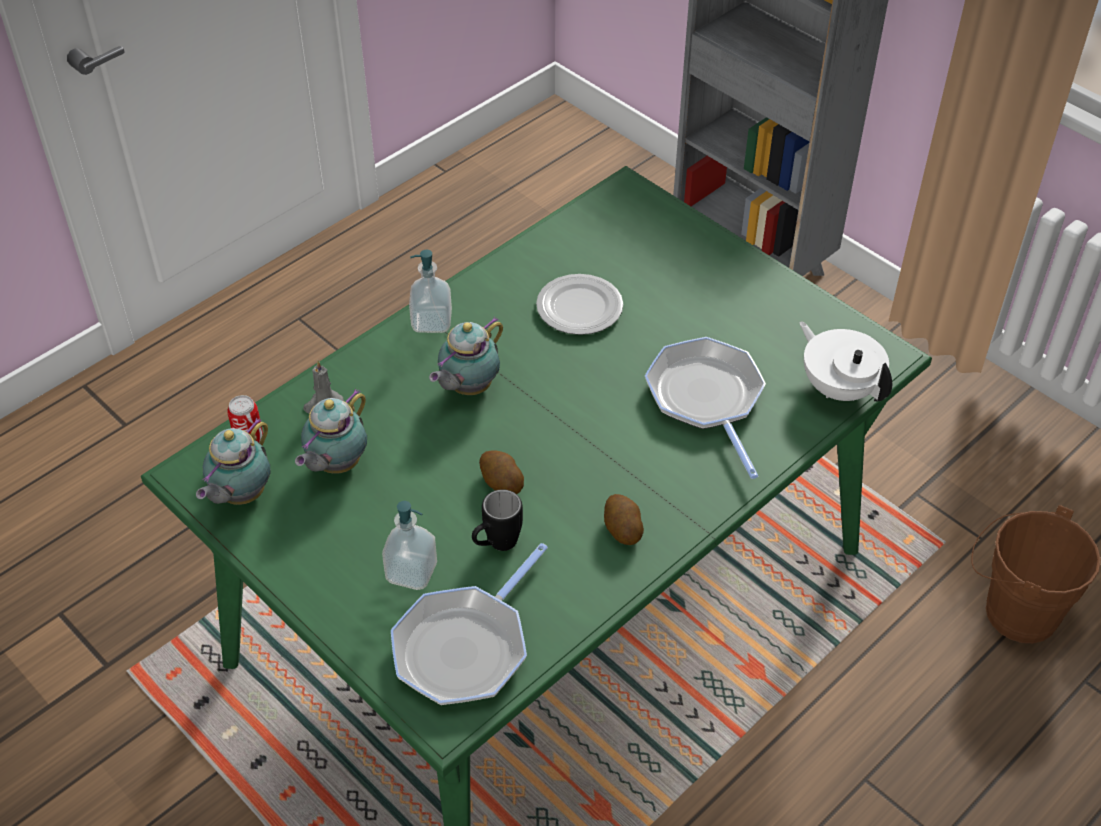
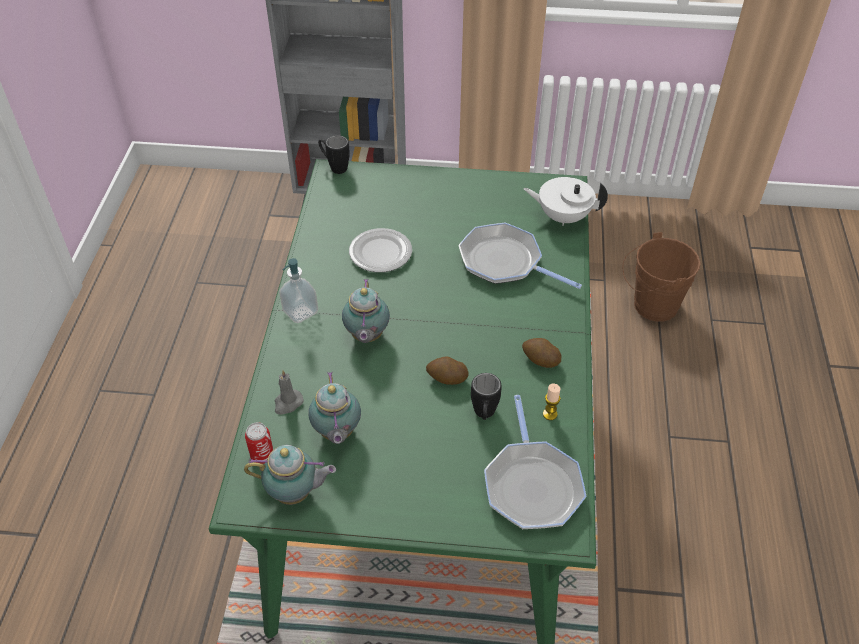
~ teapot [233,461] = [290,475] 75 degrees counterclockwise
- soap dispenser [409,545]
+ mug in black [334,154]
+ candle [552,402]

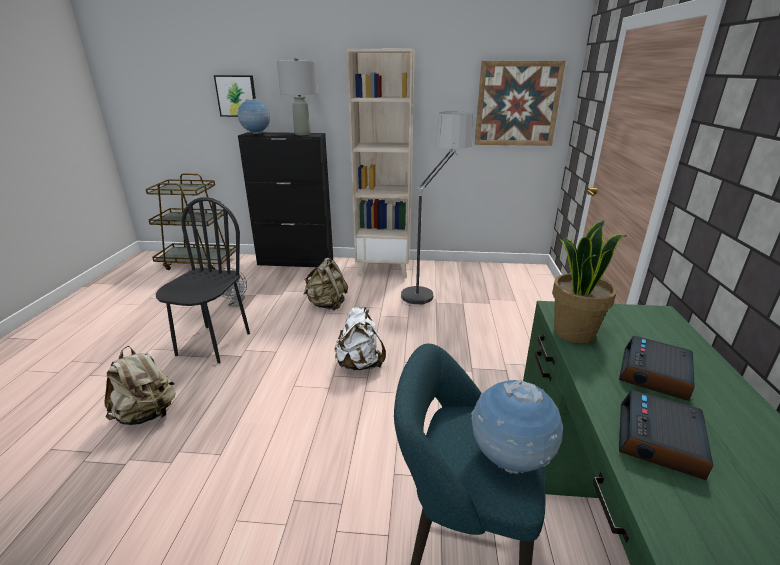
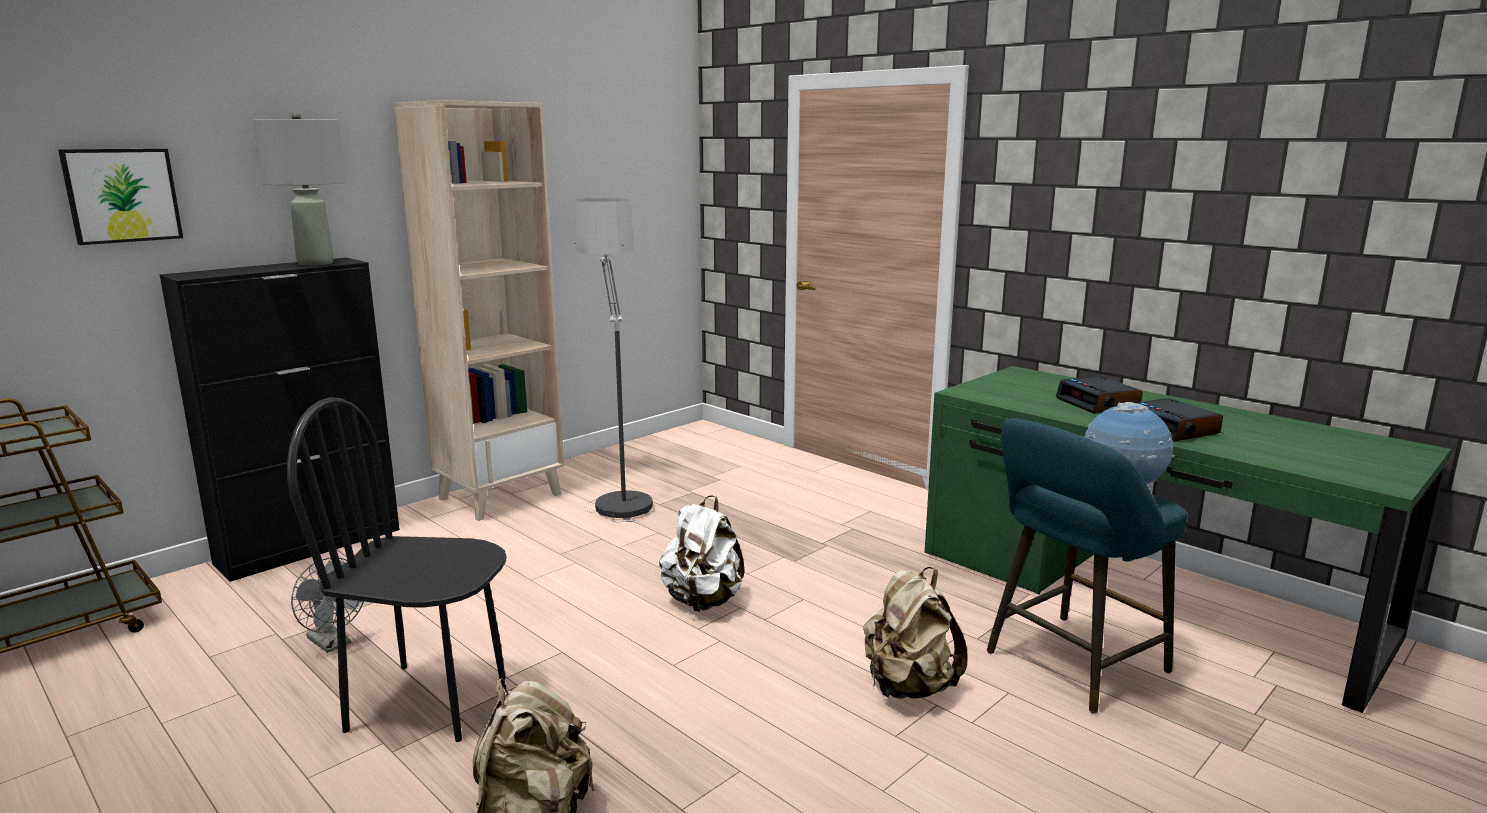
~ chair in black [203,280] = [397,569] 45 degrees counterclockwise
- globe [254,116]
~ backpack in beige [326,284] to [915,633]
- picture [520,103]
- potted plant [589,282]

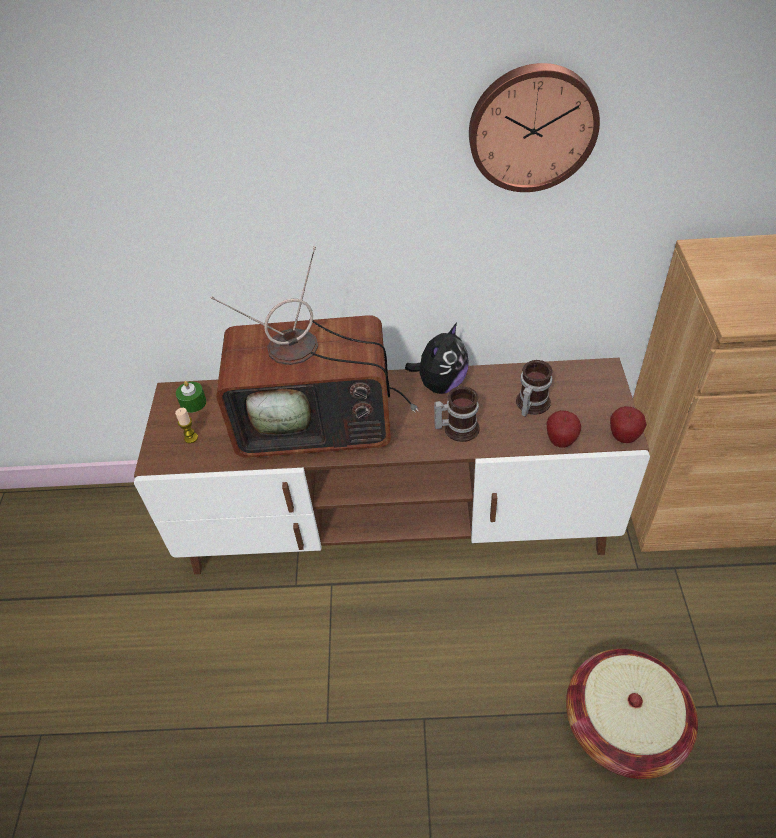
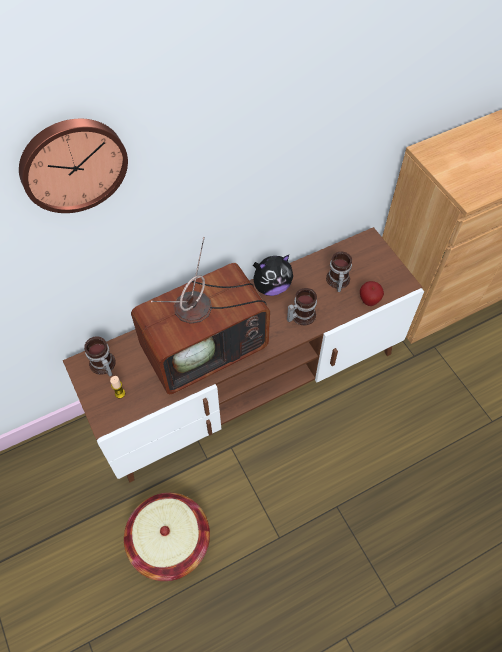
~ candle in green [191,397] to mug [100,356]
~ plush toy [437,358] = [273,275] 60 degrees clockwise
~ wall clock [534,127] to [73,166]
~ basket [632,714] to [167,537]
- apple [628,424]

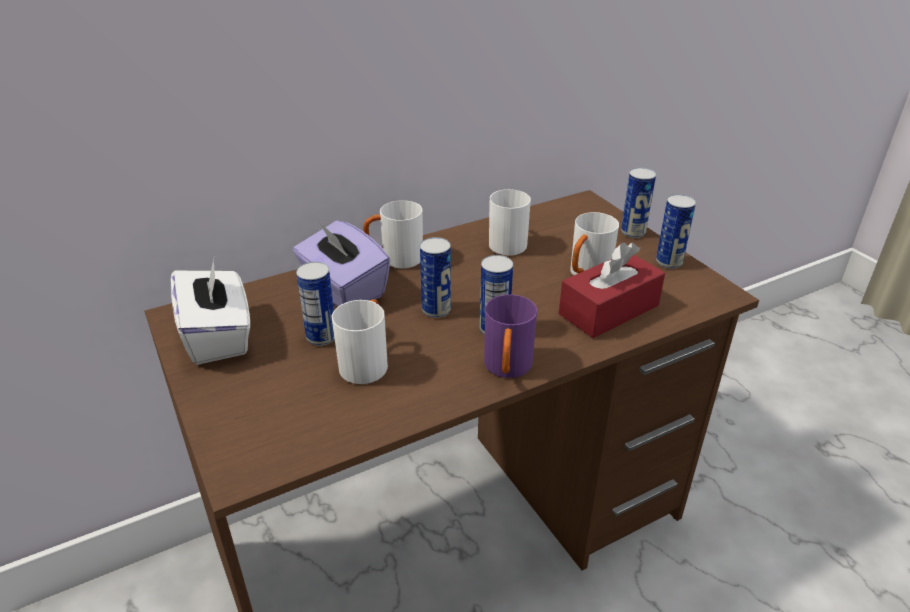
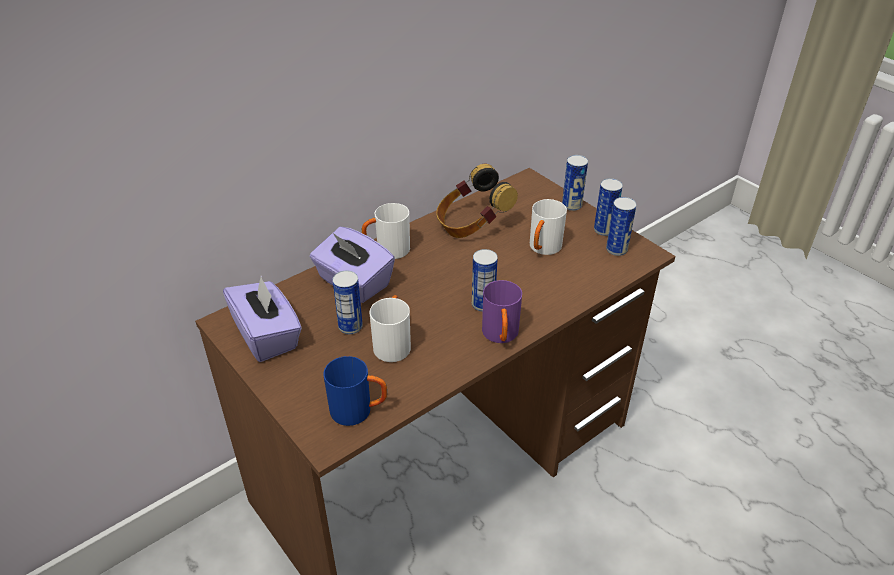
~ tissue box in white [210,312] to tissue box in purple [262,319]
~ can [435,277] to [621,226]
~ mug in white [510,222] to headphones [477,201]
- tissue box in red [612,290]
+ mug in blue [355,391]

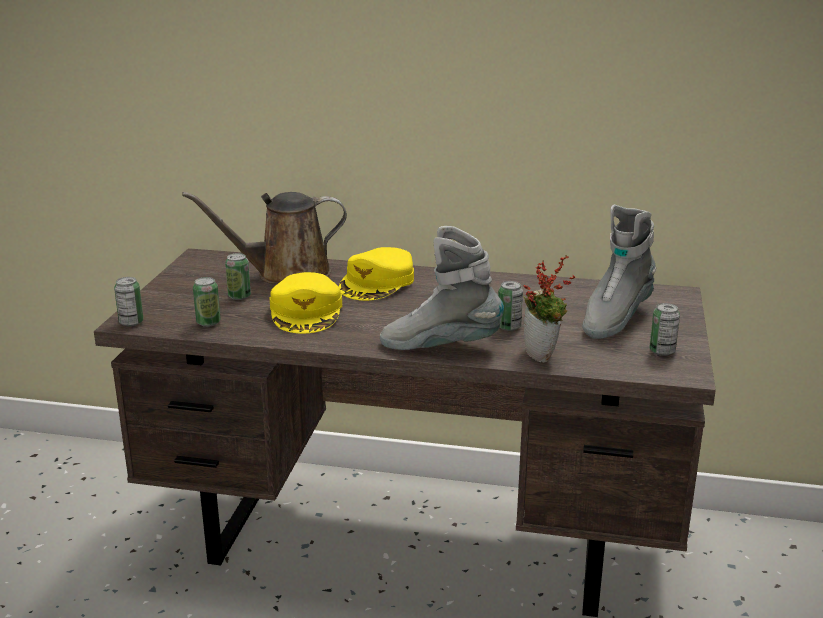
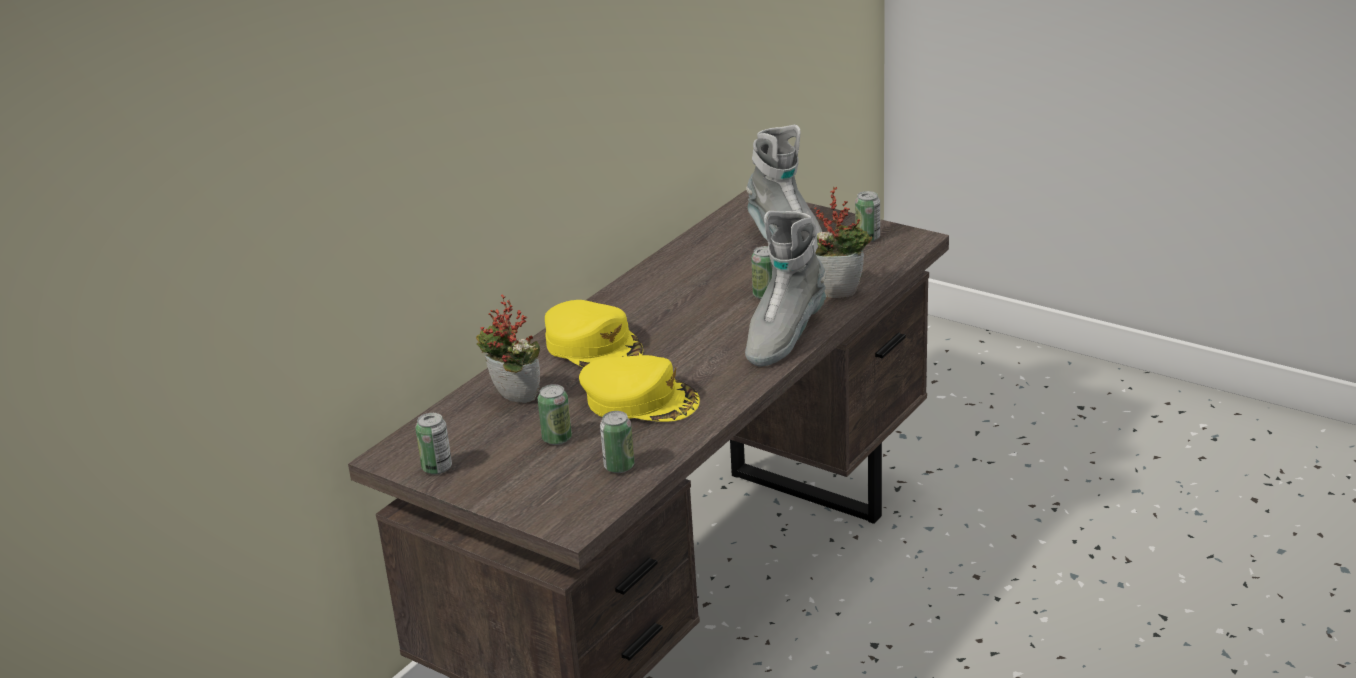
~ can [129,302] to [433,444]
~ watering can in brown [264,238] to potted plant [508,348]

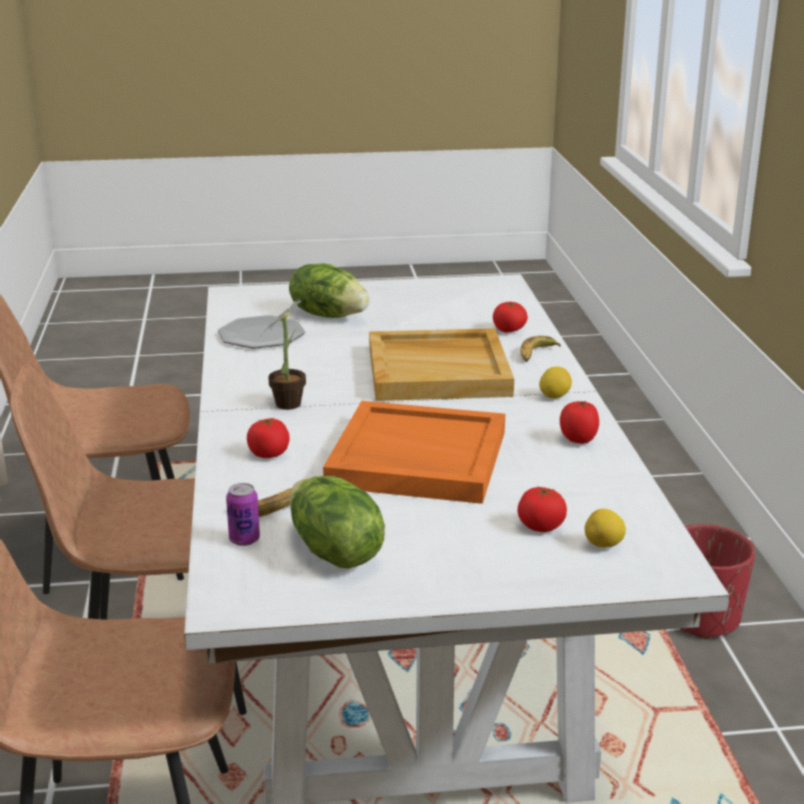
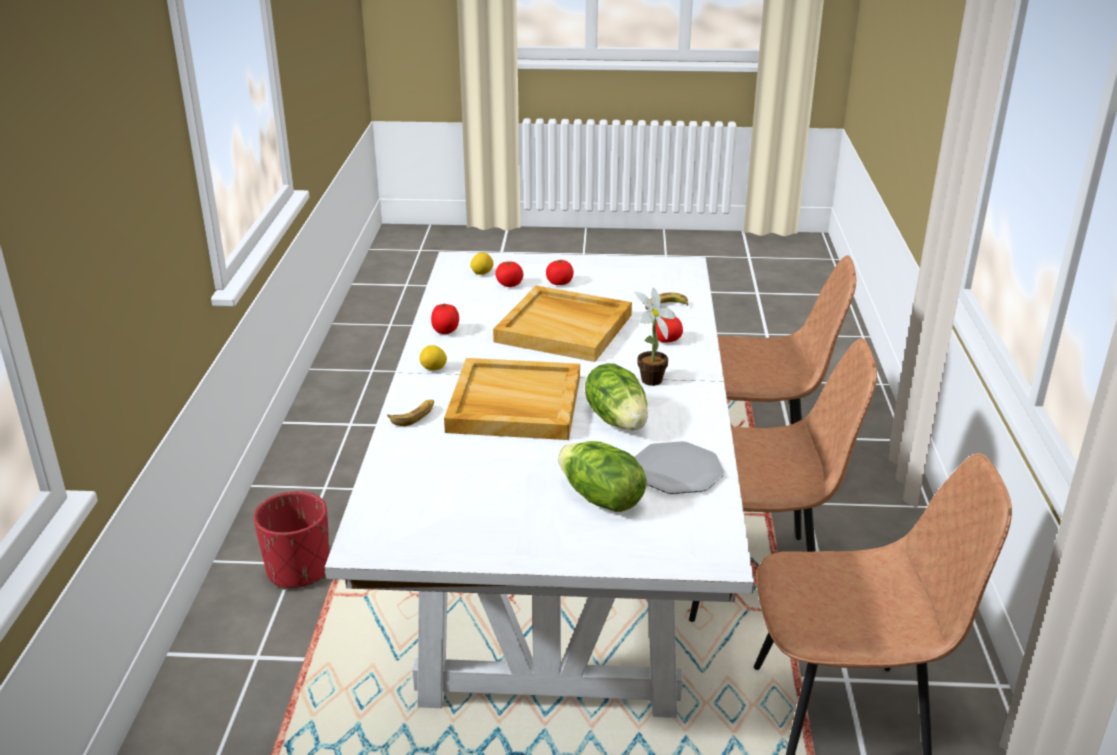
- can [243,514]
~ lettuce [337,522] to [616,396]
~ tray in orange [414,452] to tray in beige [562,324]
~ tomato [510,317] to [560,272]

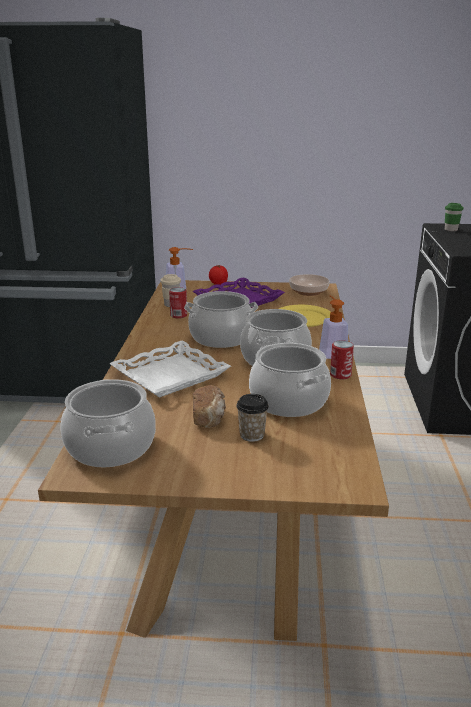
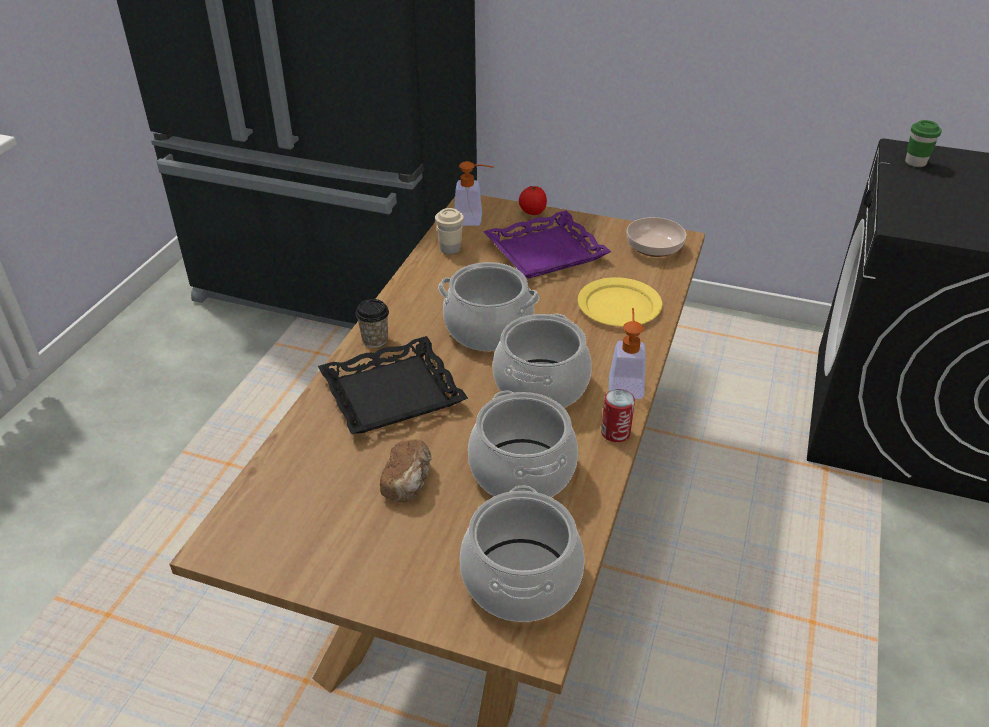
~ cooking pot [108,423] to [522,553]
~ tray in white [170,369] to tray in black [393,385]
- can [178,302]
~ cup [252,418] to [372,323]

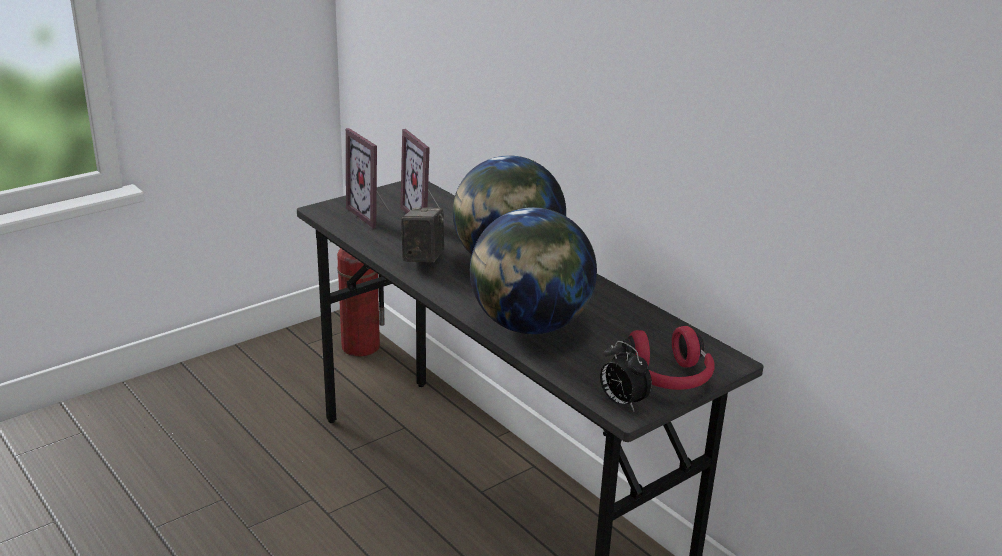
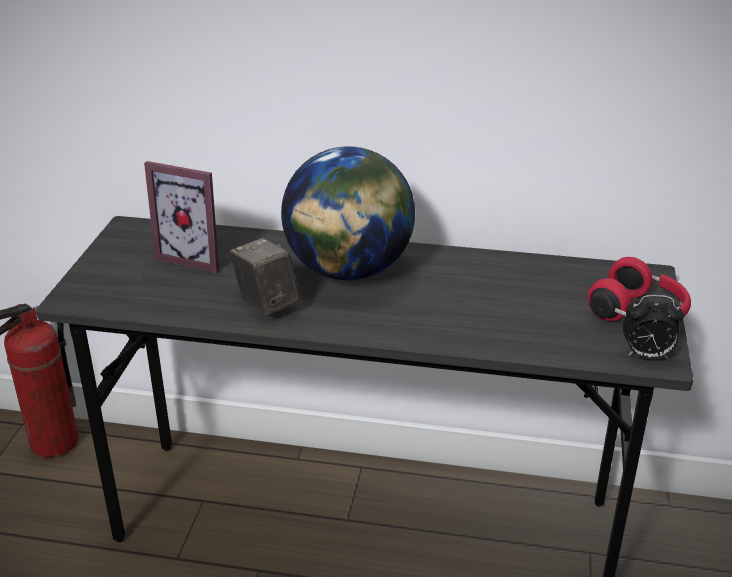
- picture frame [368,178]
- globe [533,270]

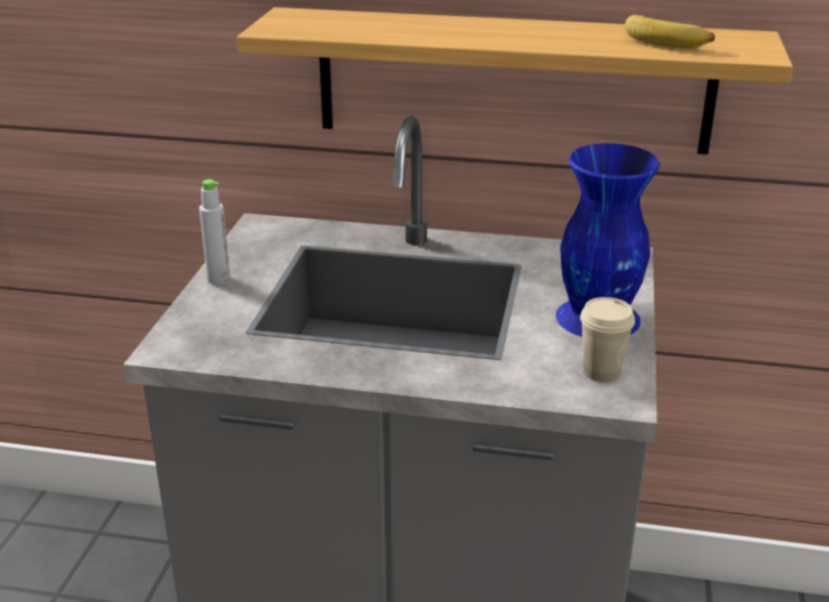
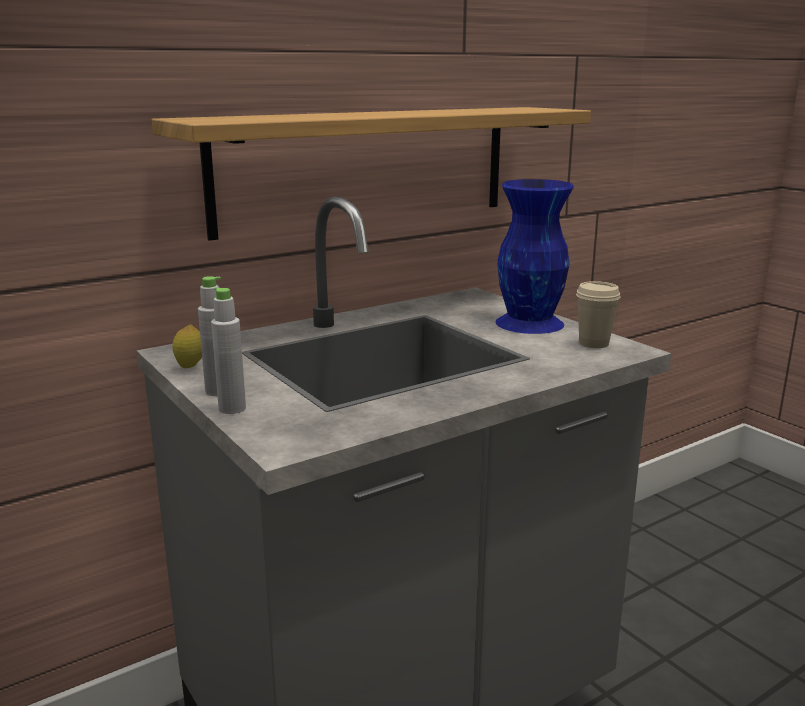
- banana [670,31]
+ lemon [187,346]
+ bottle in grey [228,350]

